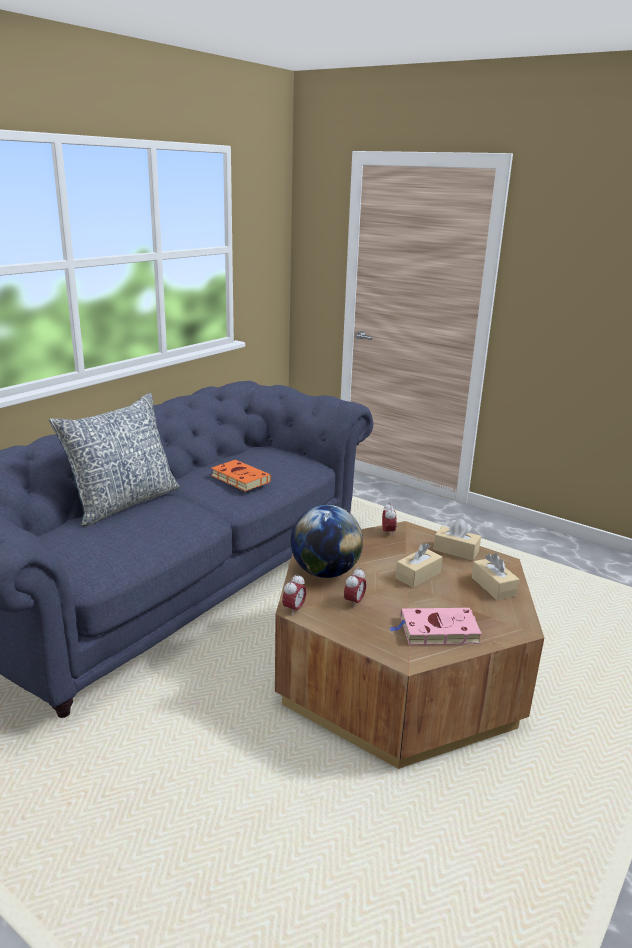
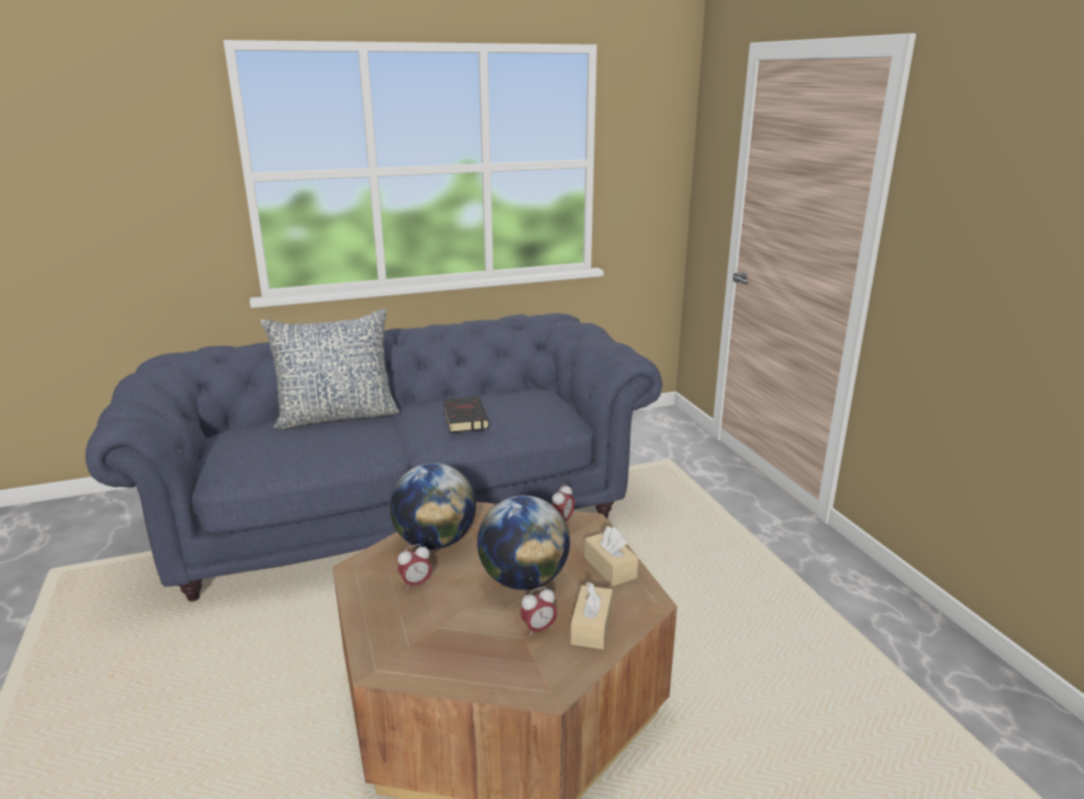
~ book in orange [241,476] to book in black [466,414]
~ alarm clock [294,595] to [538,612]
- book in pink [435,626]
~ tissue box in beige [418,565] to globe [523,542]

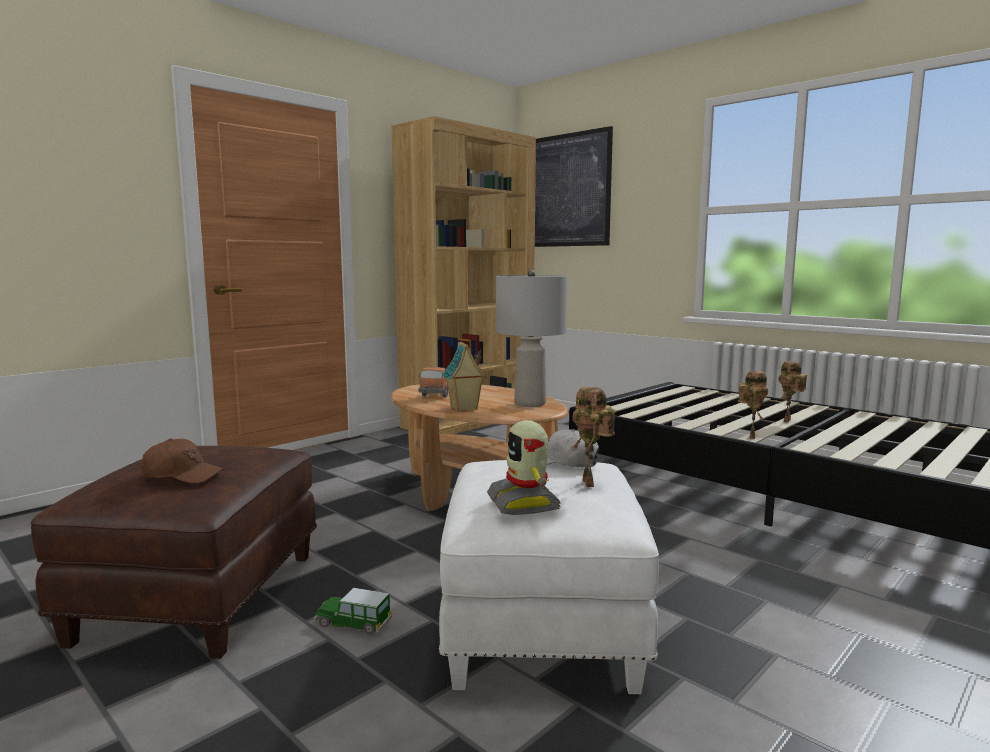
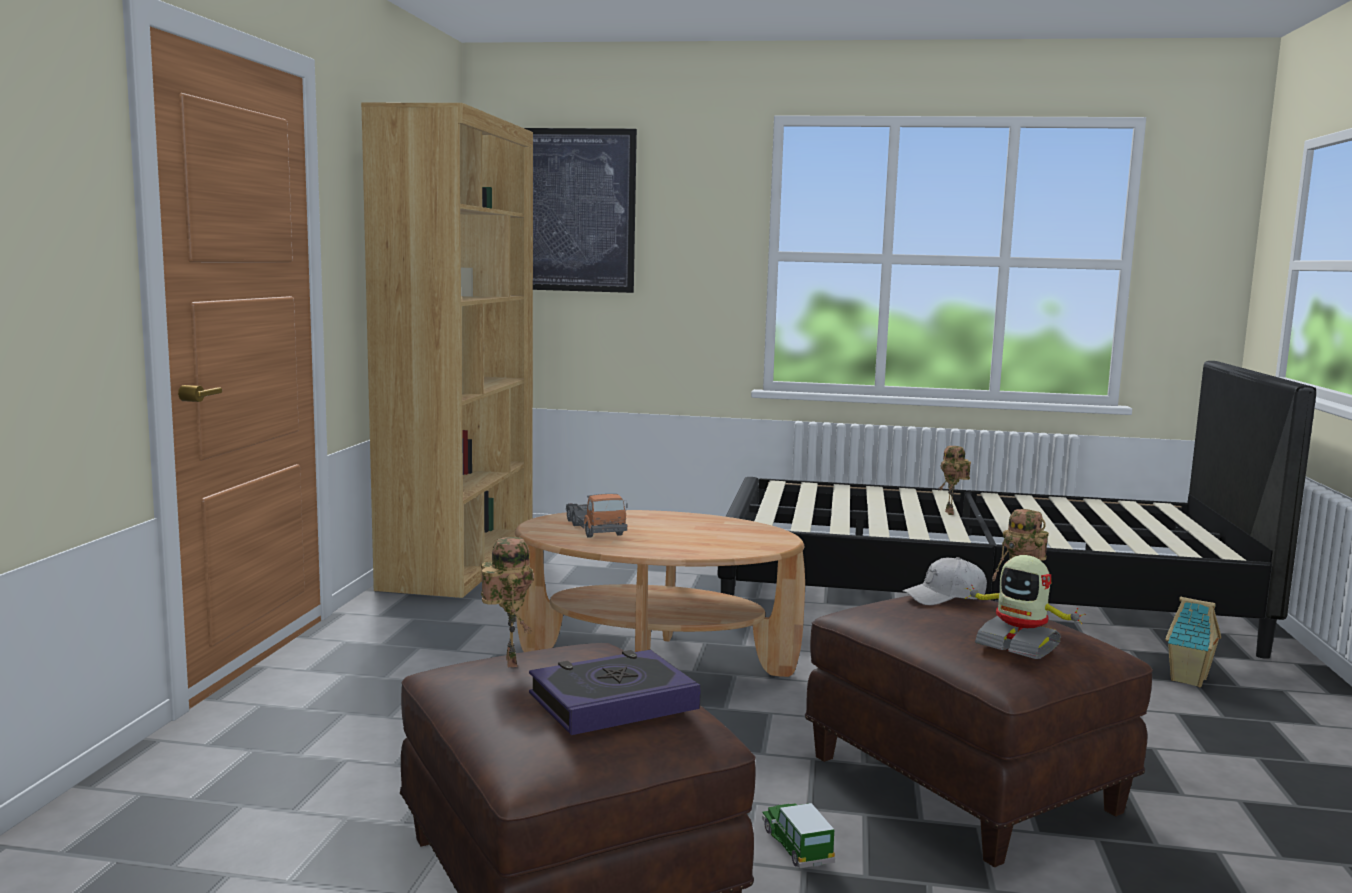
~ cap in brown [182,461] to book [615,692]
~ toy car [352,611] = [798,835] 90 degrees clockwise
~ ottoman in white [549,577] to ottoman in brown [979,731]
~ toy house [464,376] to [1193,642]
- table lamp in grey [531,338]
~ toy robot [753,404] to [507,602]

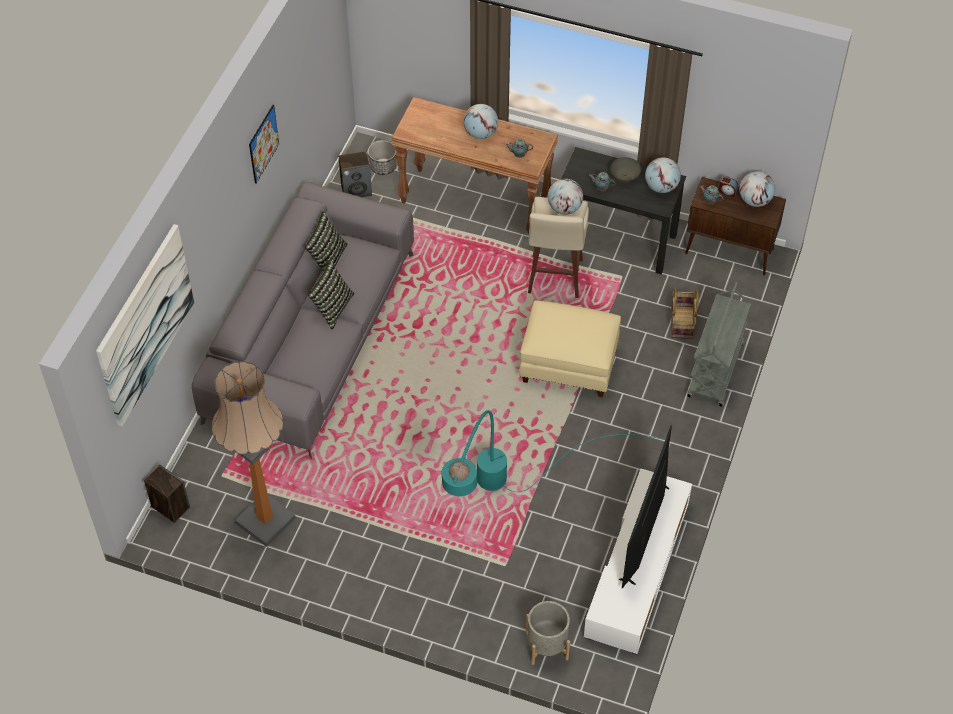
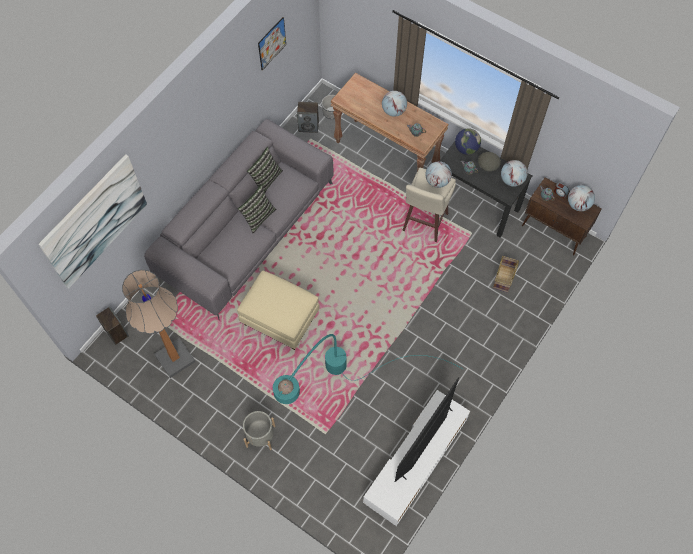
~ picture [264,144] to [272,43]
~ ottoman in beige [570,348] to [278,310]
~ planter in grey [548,633] to [259,430]
- cart in grey [719,344]
+ globe [468,141]

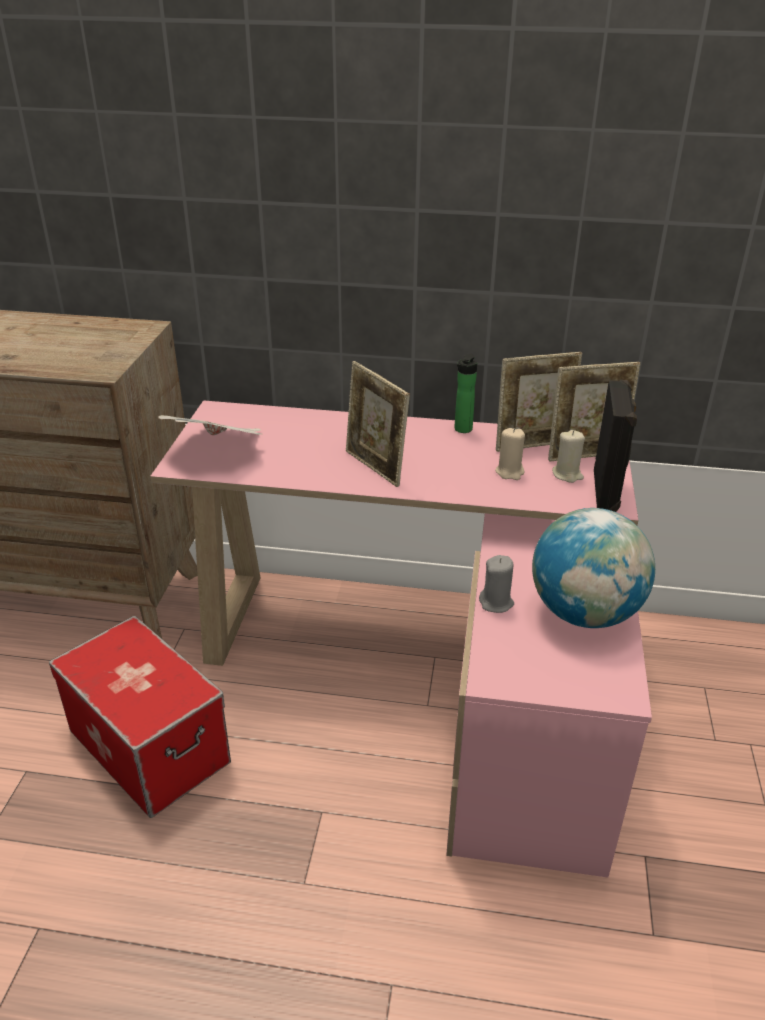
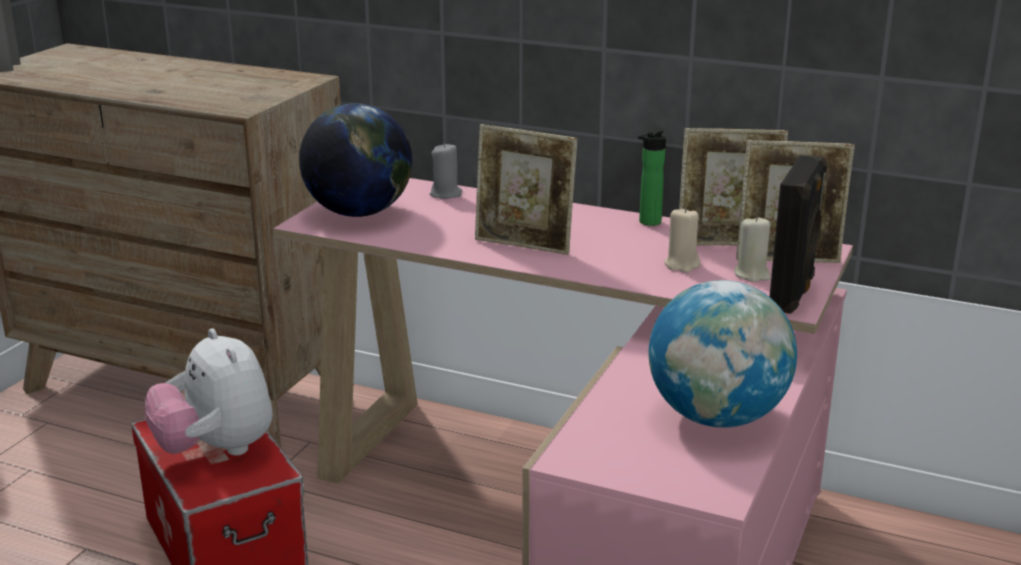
~ newspaper [210,425] to globe [355,160]
~ picture frame [378,424] = [526,189] 45 degrees counterclockwise
~ candle in grey [496,584] to [446,171]
+ plush toy [208,392]

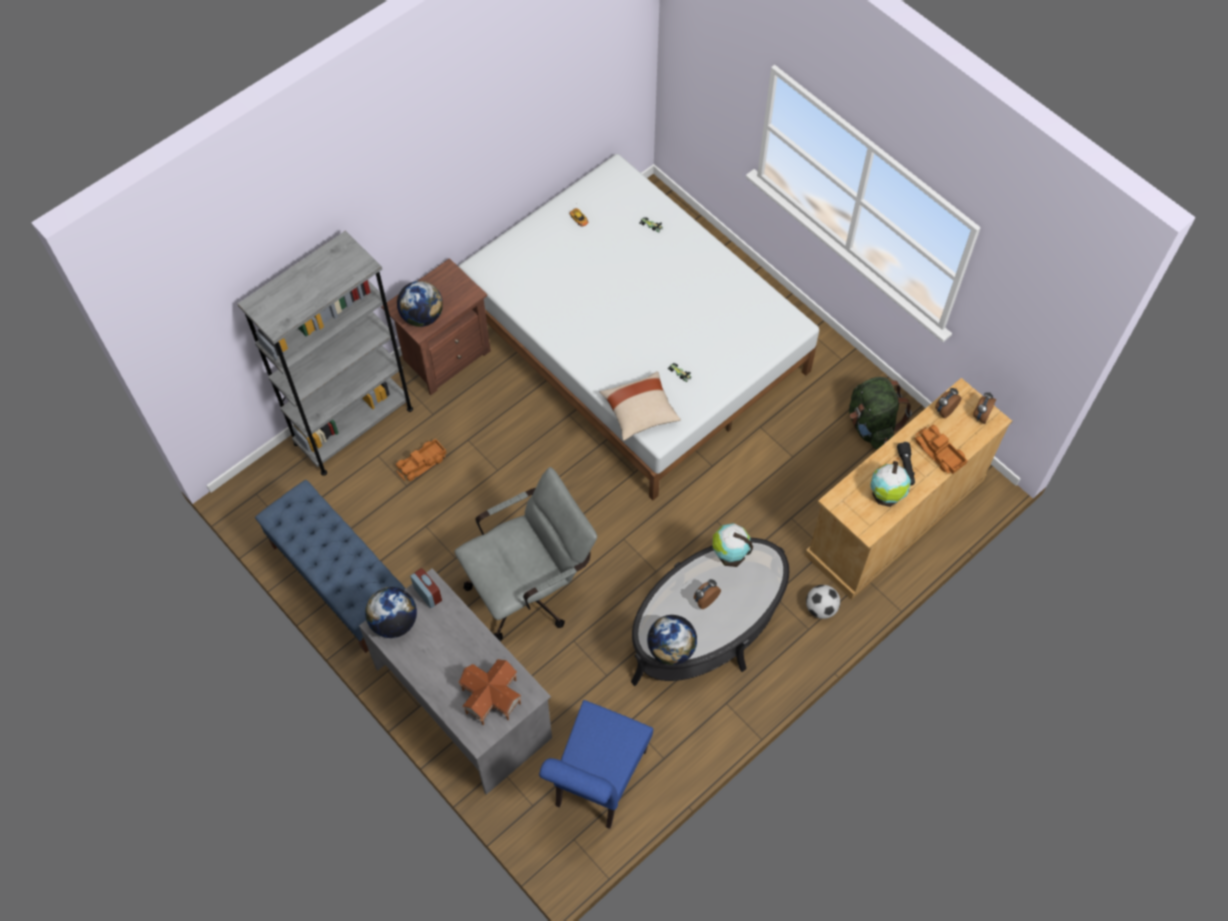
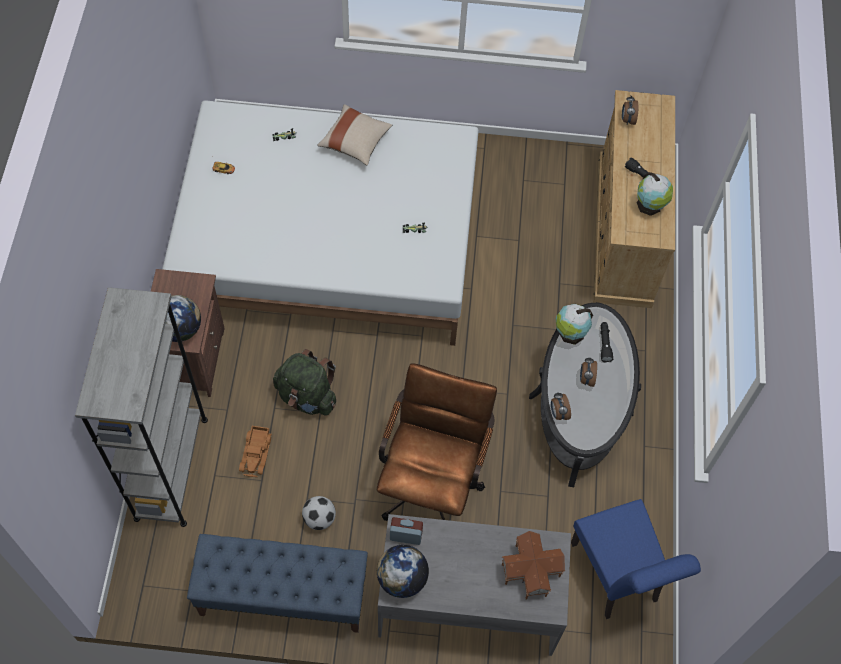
~ office chair in grey [526,554] to office chair in brown [437,442]
~ pillow in beige [640,406] to [354,134]
- globe [672,640]
~ football [823,602] to [319,513]
~ backpack in green [880,413] to [304,382]
- toy truck [941,449]
~ alarm clock [984,408] to [561,406]
+ flashlight in black [606,342]

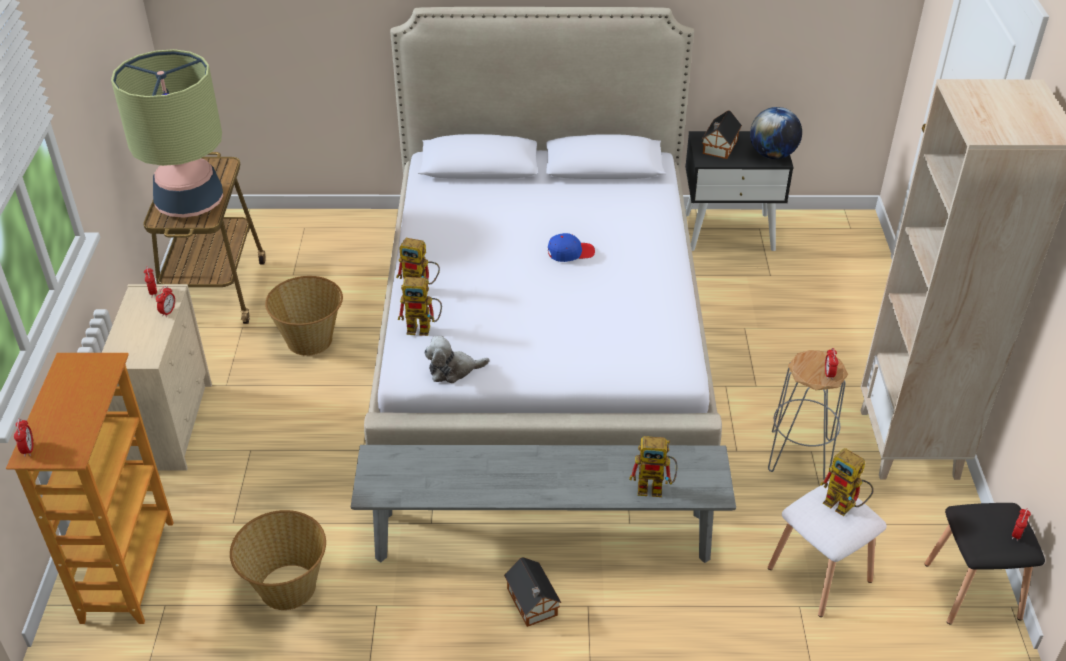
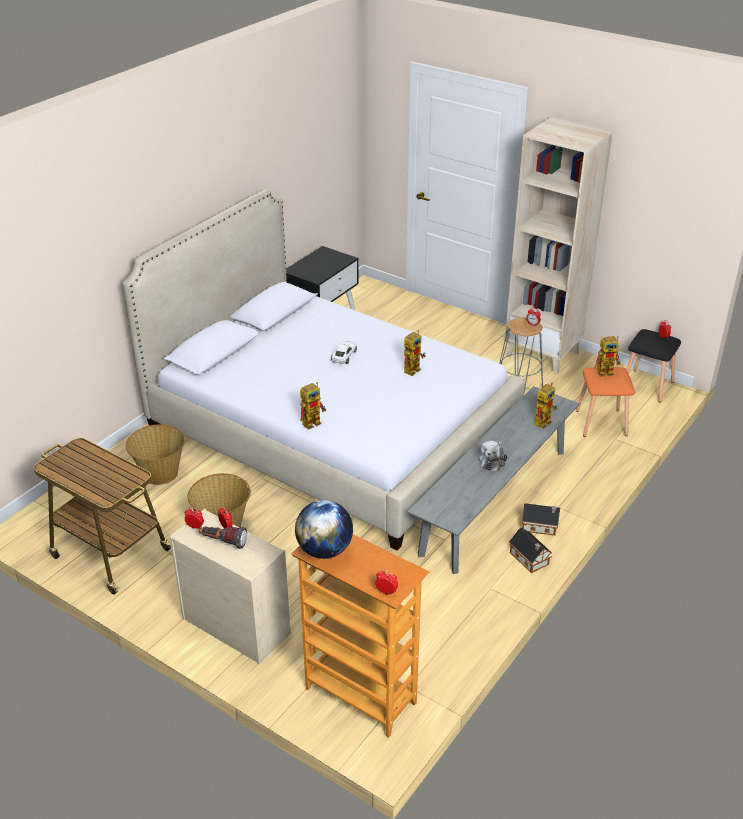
- table lamp [167,133]
~ basket [278,560] to [155,454]
~ toy robot [420,306] to [415,353]
~ plush toy [456,359] to [493,456]
~ cap in blue [571,247] to toy car in white [344,352]
~ toy house [722,134] to [531,550]
~ globe [776,133] to [324,529]
~ stool in white [827,549] to stool in orange [605,402]
+ flashlight [223,537]

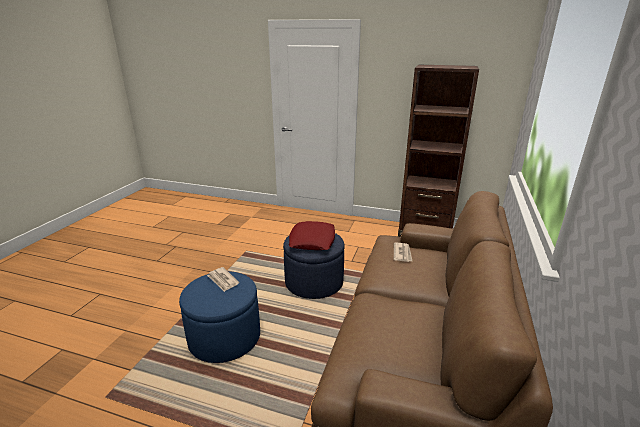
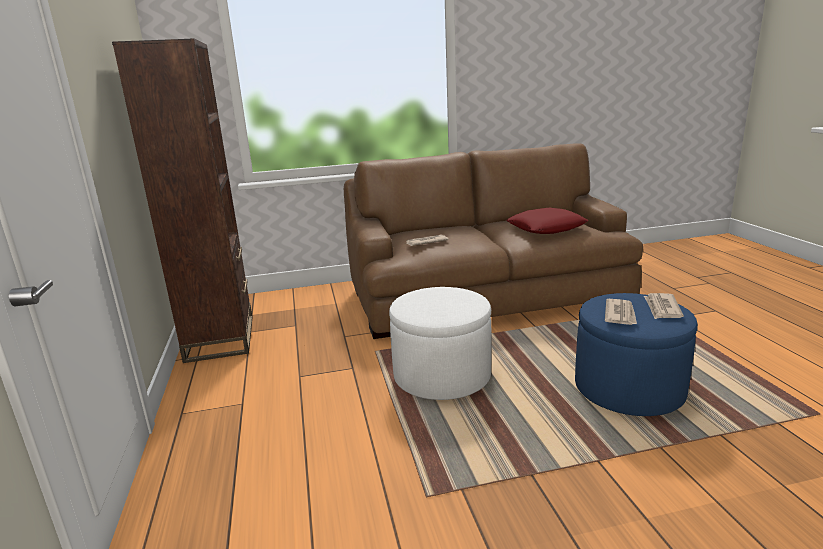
~ ottoman in blue [314,266] to ottoman in white [440,343]
~ pillow in red [312,235] to [547,221]
+ newspaper [664,306]

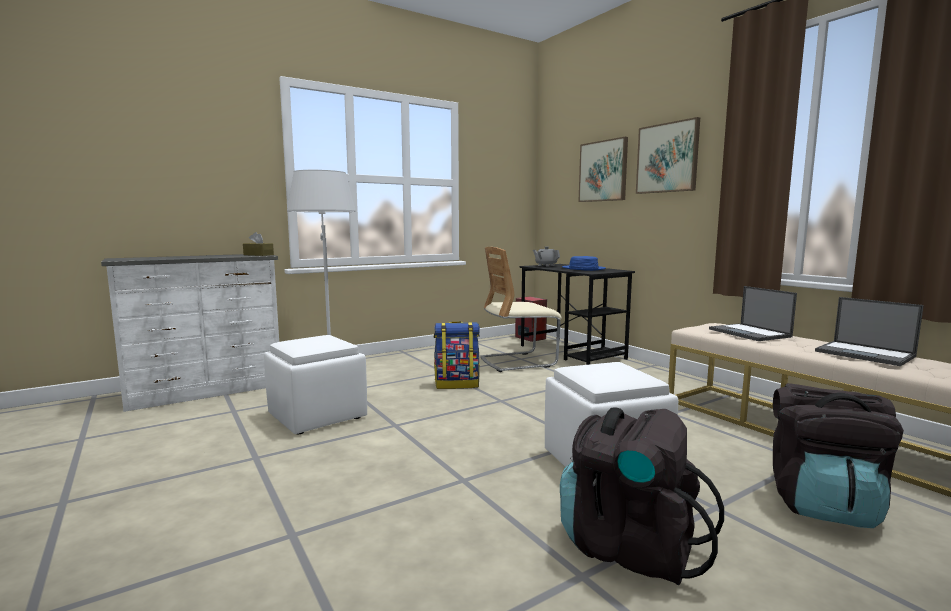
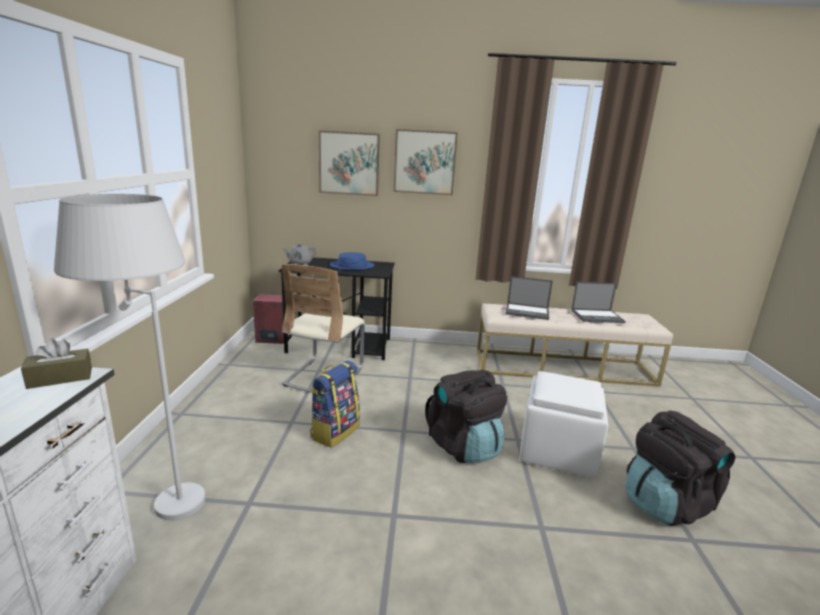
- ottoman in white [315,384]
~ backpack in black [838,455] to [466,416]

